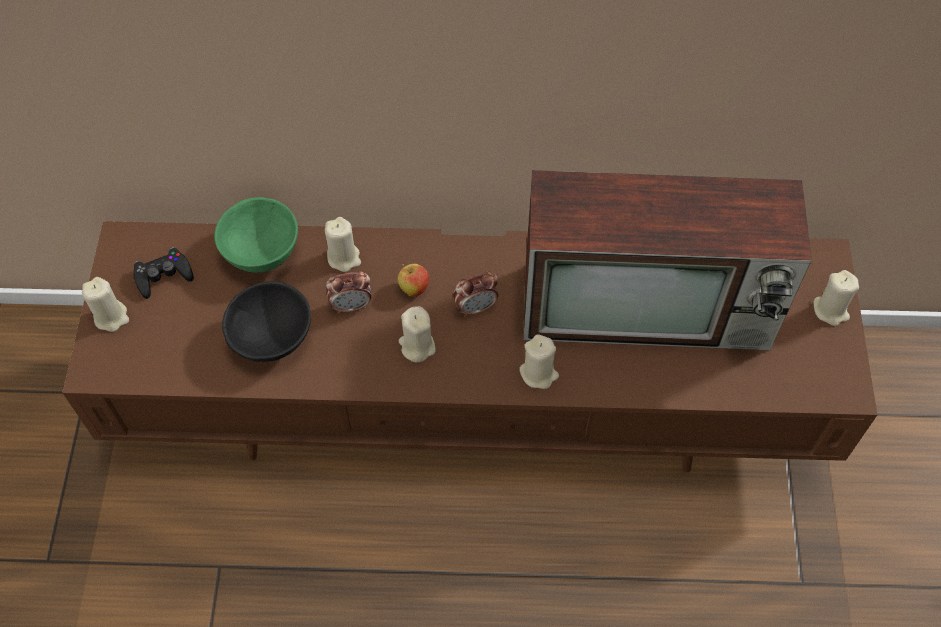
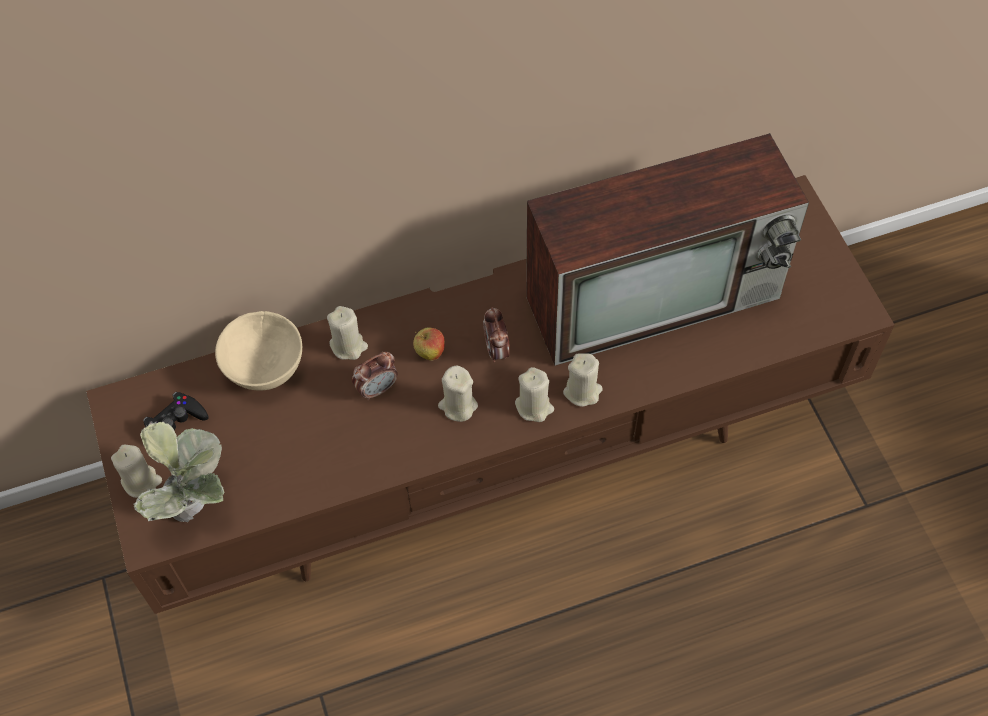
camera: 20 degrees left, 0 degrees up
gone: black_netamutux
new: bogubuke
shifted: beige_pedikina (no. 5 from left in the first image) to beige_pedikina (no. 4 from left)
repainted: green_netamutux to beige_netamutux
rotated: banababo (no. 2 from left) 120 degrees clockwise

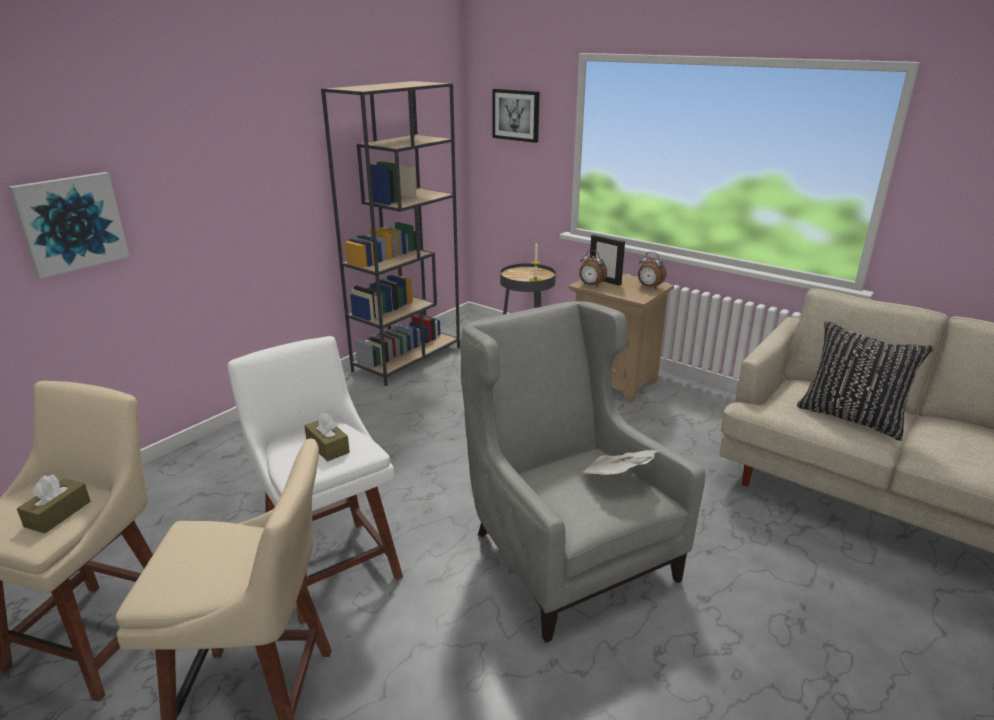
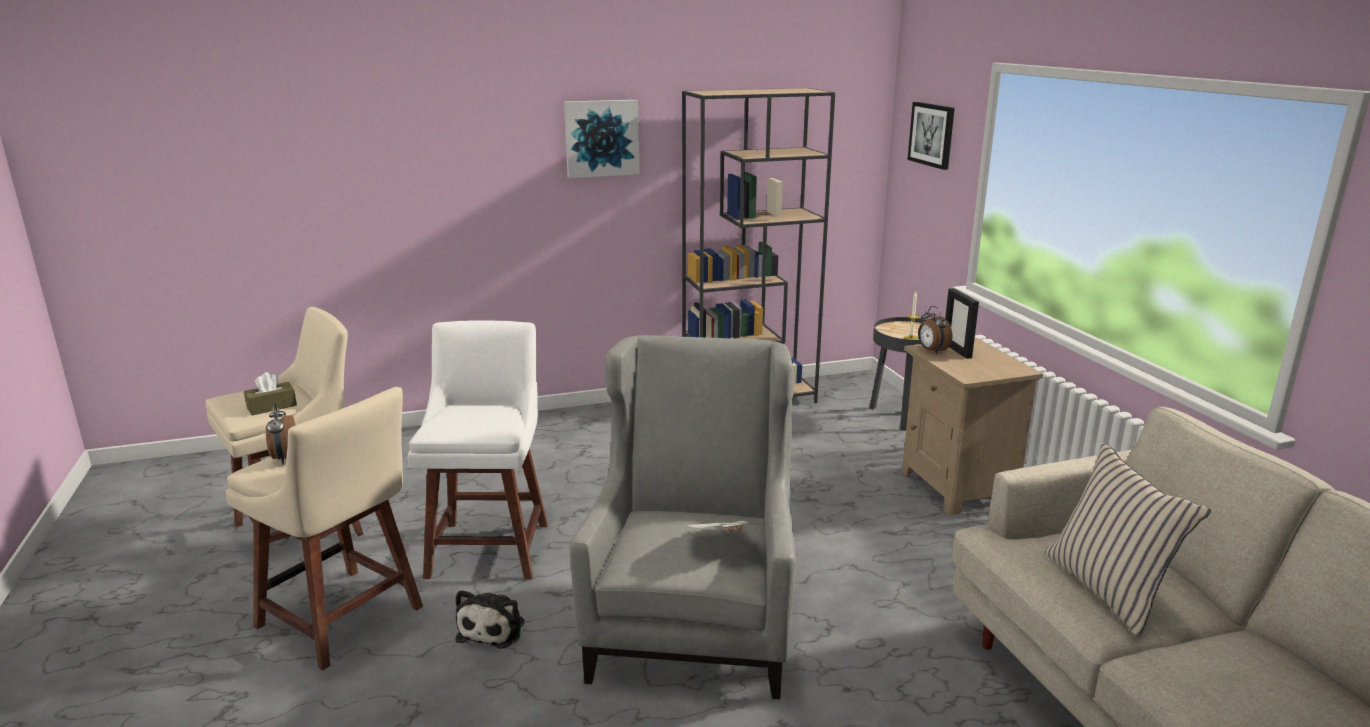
camera: 35 degrees right, 5 degrees down
gone: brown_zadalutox (no. 2 from left)
new: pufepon
shifted: banababo (no. 2 from left in the first image) to banababo (no. 1 from left); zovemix (no. 1 from left)
repainted: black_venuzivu to beige_venuzivu

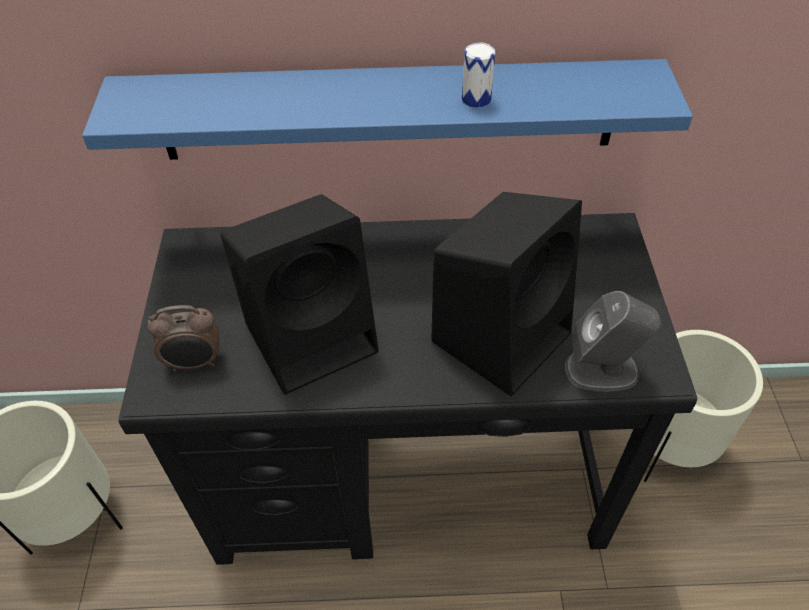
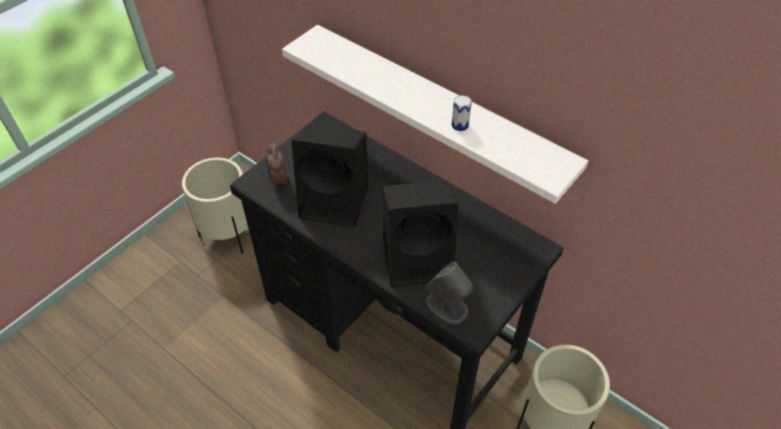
camera: 40 degrees right, 0 degrees up
repainted: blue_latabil to white_latabil
rotated: banababo 45 degrees clockwise

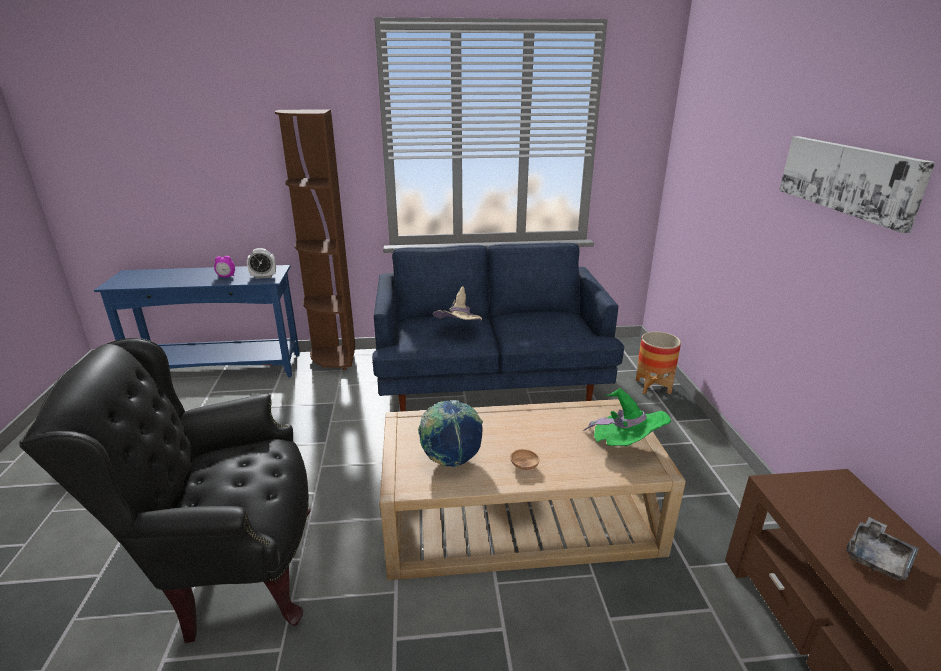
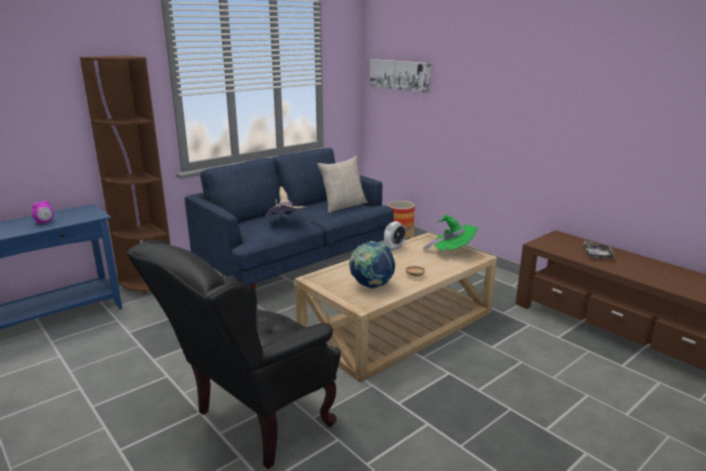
camera: 35 degrees left, 5 degrees down
new: beige_venuzivu
shifted: zovemix; banababo (no. 2 from left)

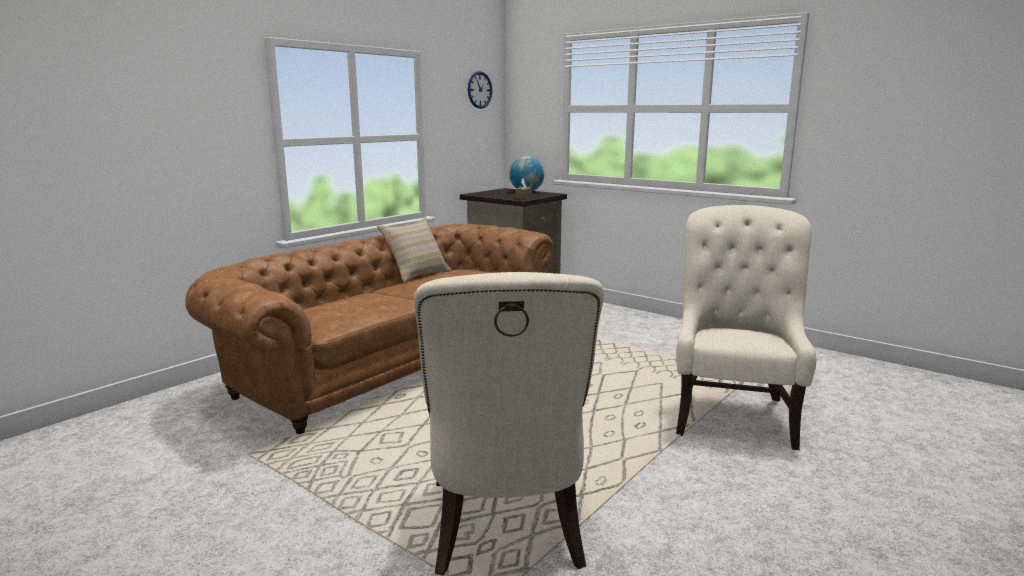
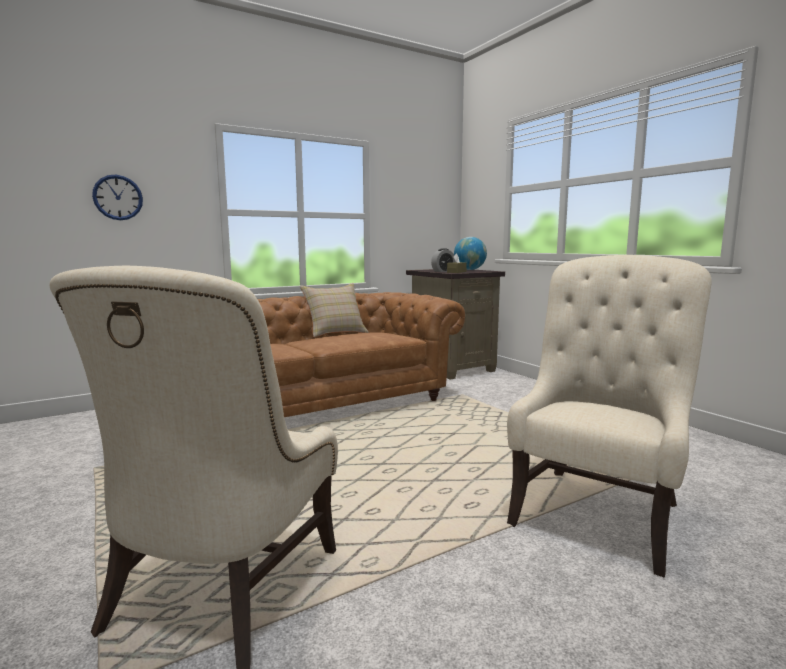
camera: 20 degrees right, 5 degrees down
new: banababo
shifted: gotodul

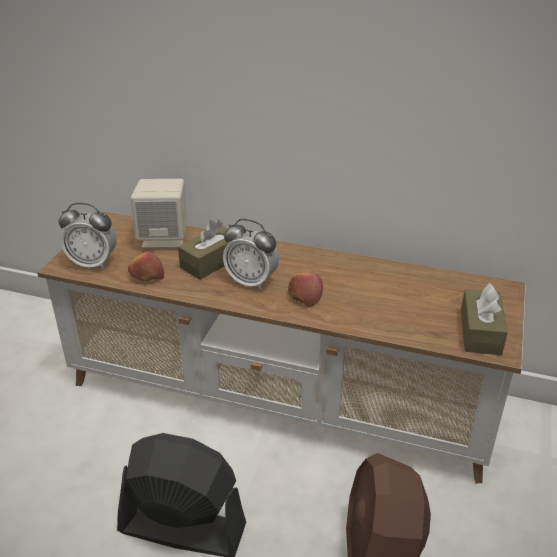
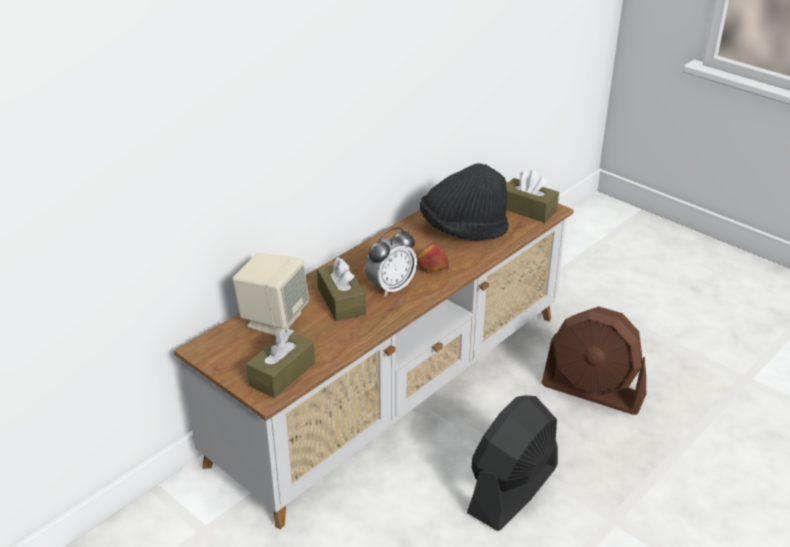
camera: 65 degrees left, 0 degrees up
gone: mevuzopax (no. 1 from left)
new: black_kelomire
swapped: banababo (no. 1 from left) to brown_zadalutox (no. 1 from left)

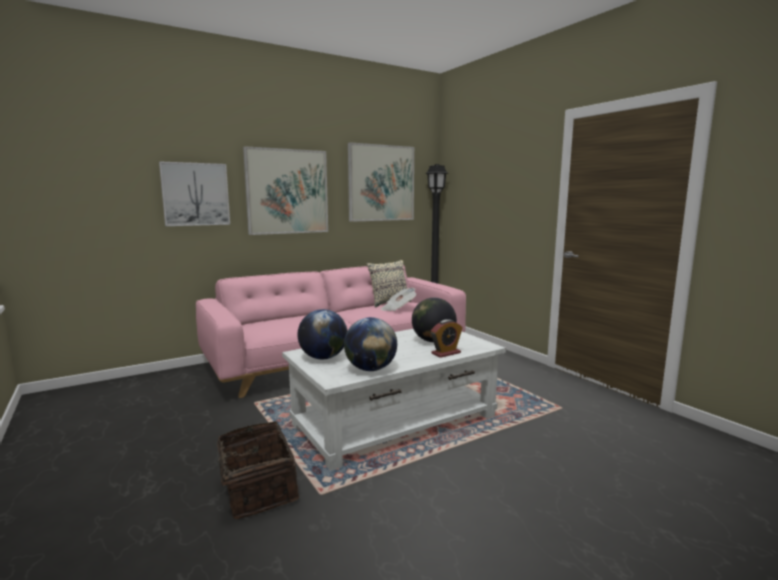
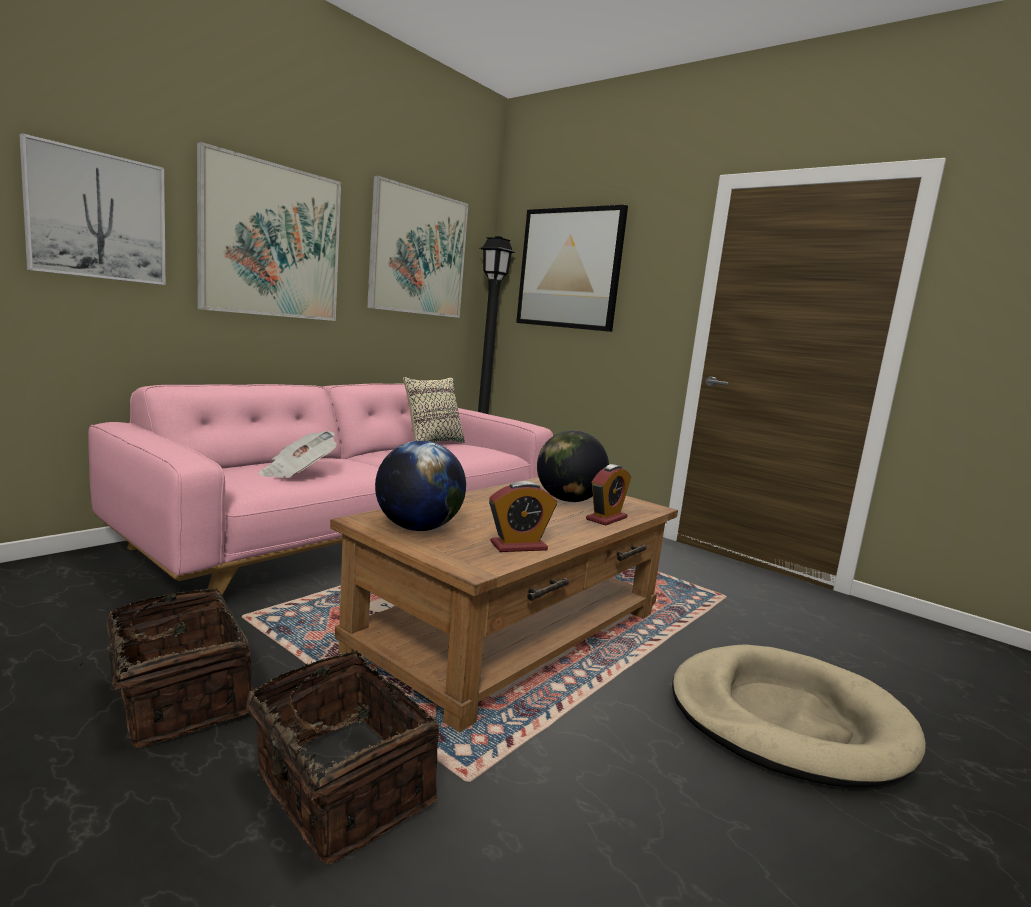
camera: 20 degrees left, 0 degrees up
new: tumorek (no. 1 from left); zovemix (no. 4 from left); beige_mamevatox
shifted: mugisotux
swapped: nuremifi (no. 2 from left) to banababo (no. 1 from left)
repainted: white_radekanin to brown_radekanin

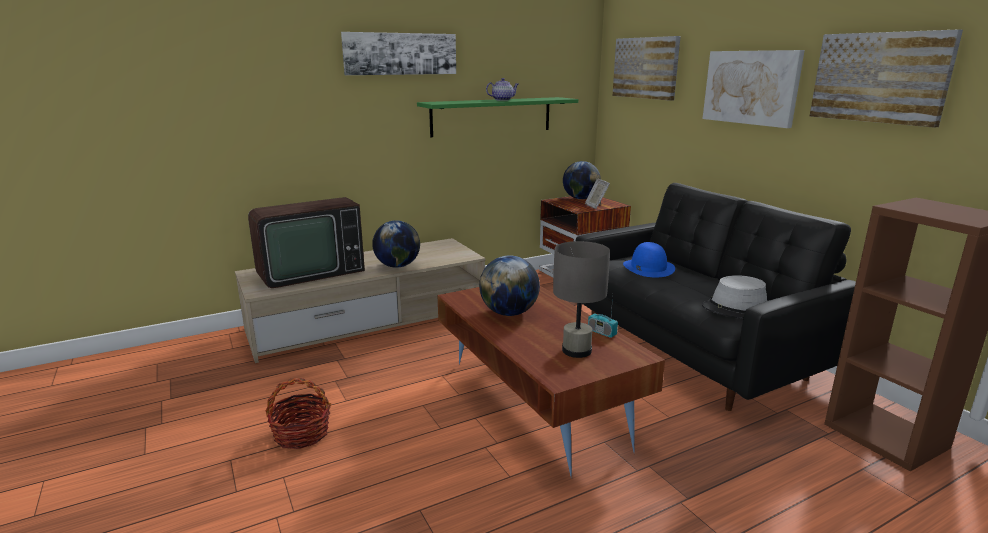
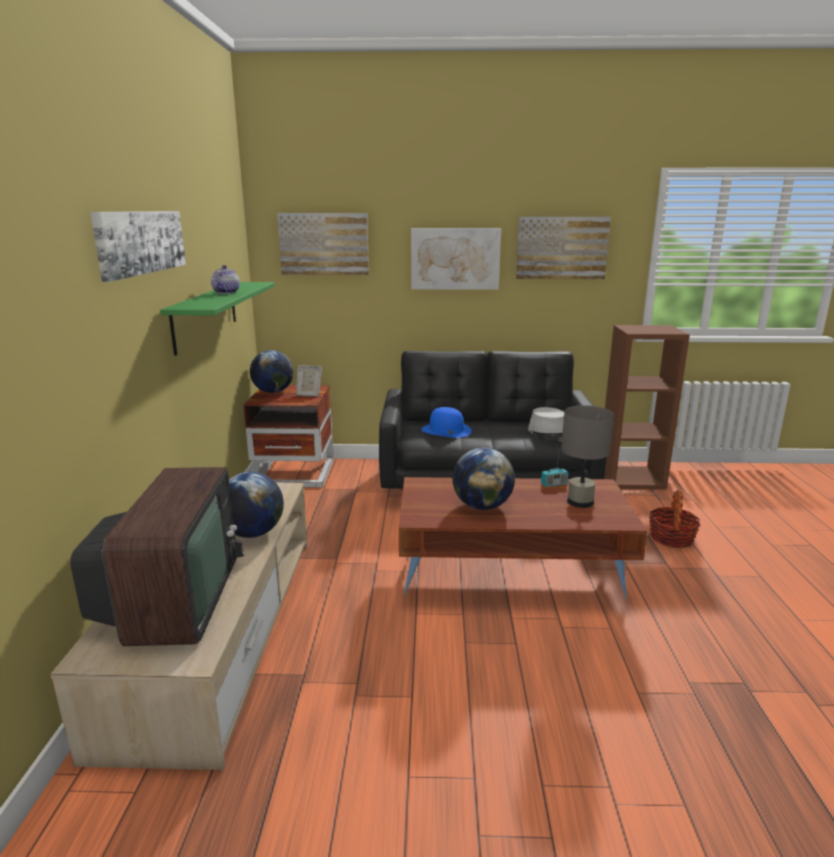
camera: 60 degrees left, 0 degrees up
shifted: tumorek

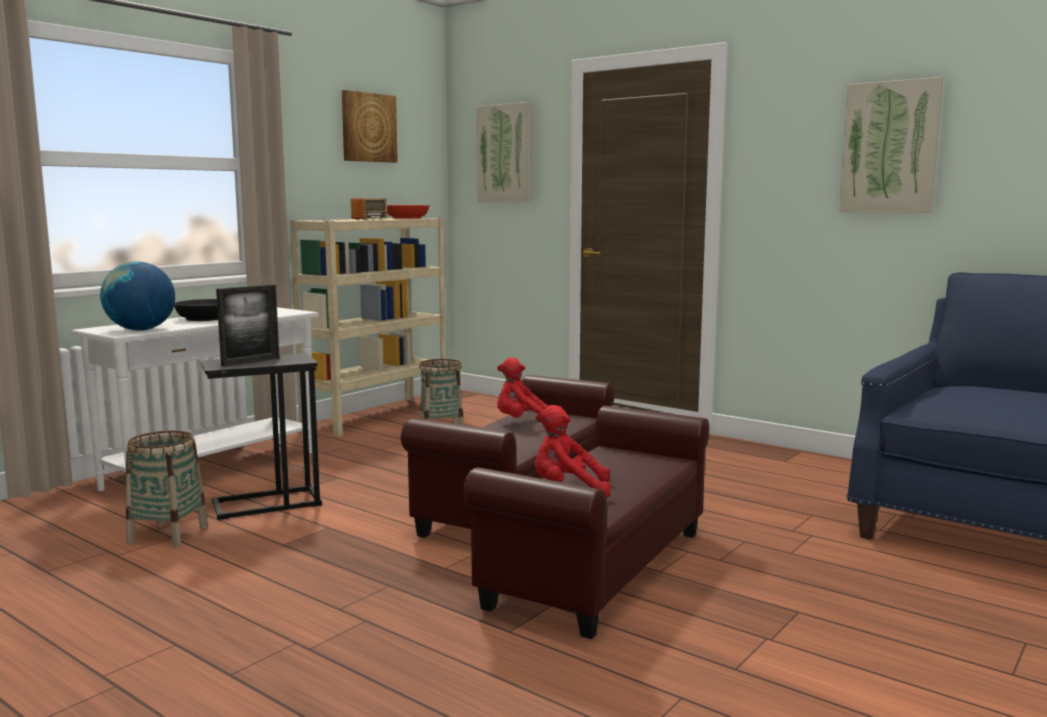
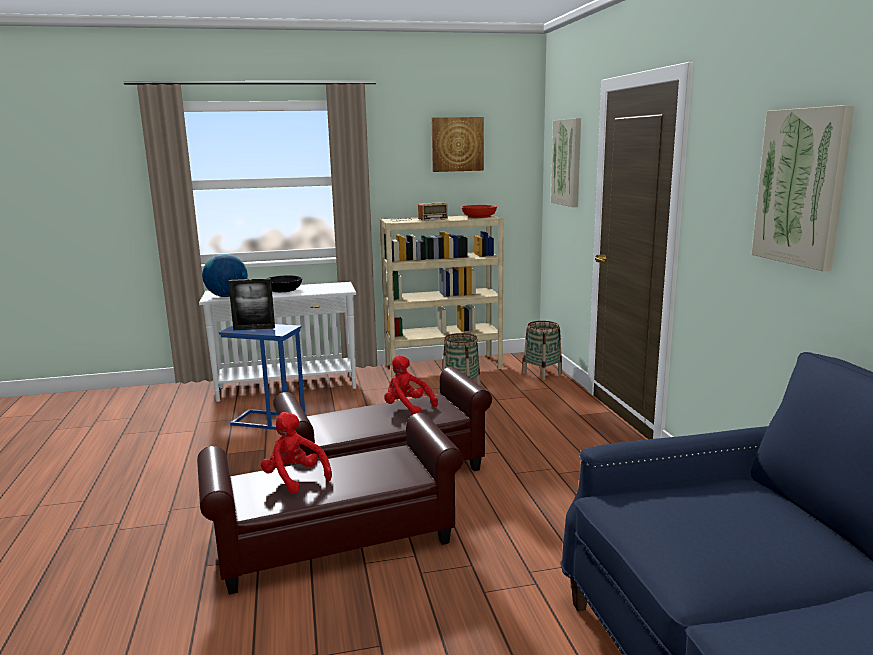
camera: 40 degrees right, 5 degrees up
shifted: tumorek (no. 1 from left in the first image) to tumorek (no. 2 from left)
repainted: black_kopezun to blue_kopezun

